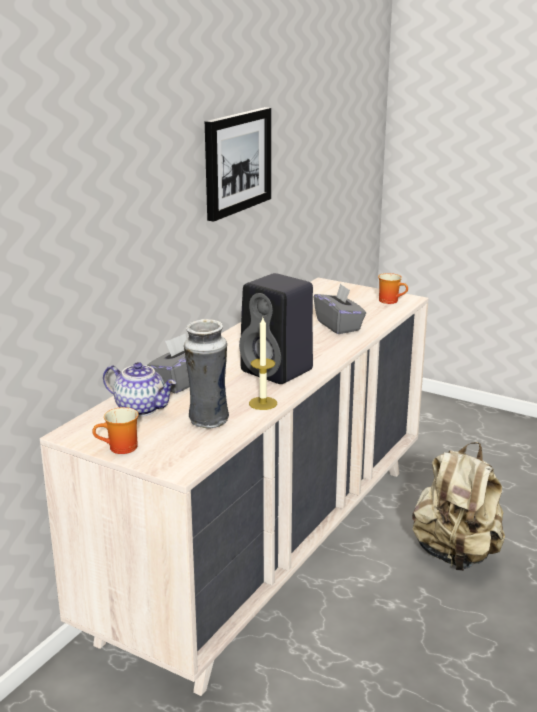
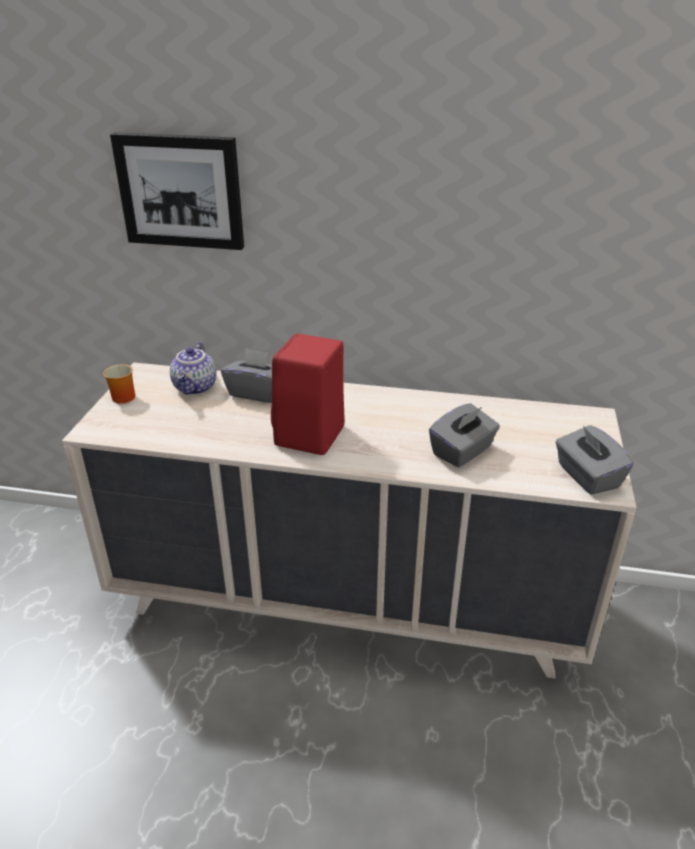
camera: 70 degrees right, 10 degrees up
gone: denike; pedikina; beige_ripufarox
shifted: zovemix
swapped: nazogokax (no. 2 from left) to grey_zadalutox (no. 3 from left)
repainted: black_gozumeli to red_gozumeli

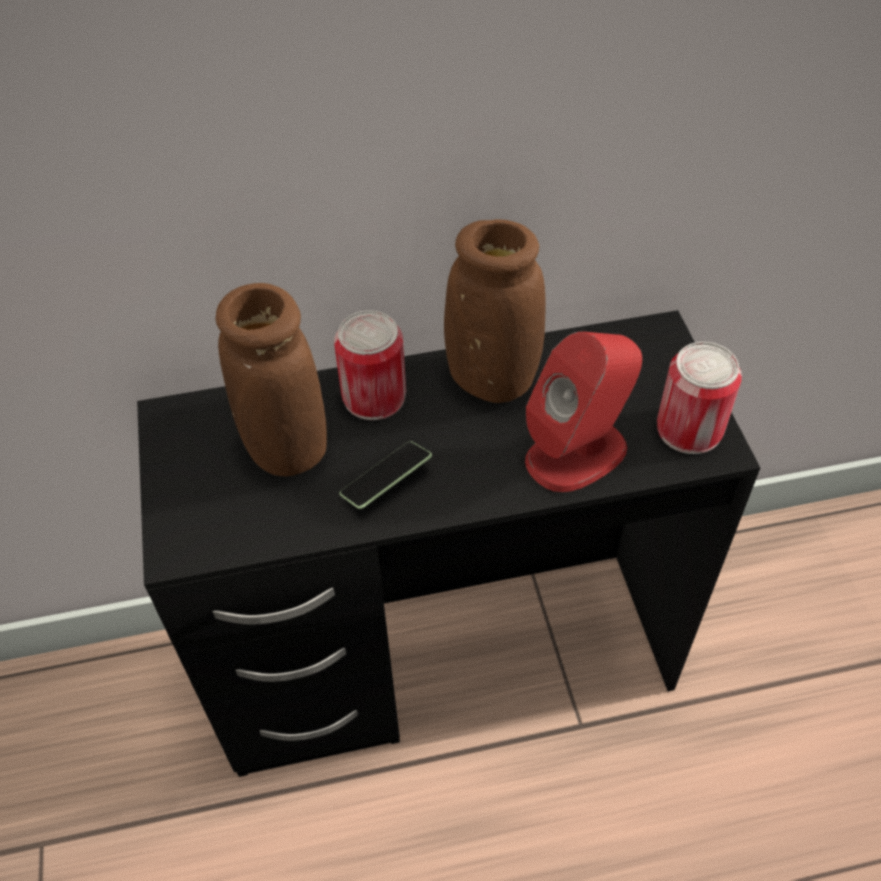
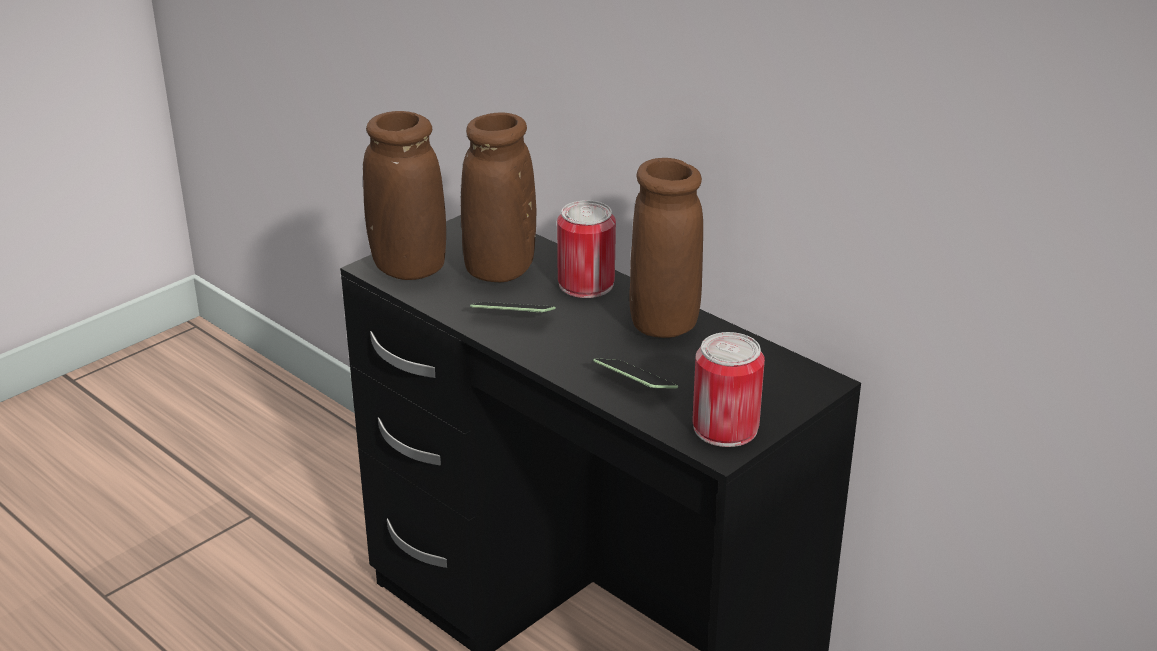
camera: 55 degrees right, 20 degrees down
new: brown_denike (no. 1 from left)
swapped: red_gozumeli to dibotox (no. 2 from left)

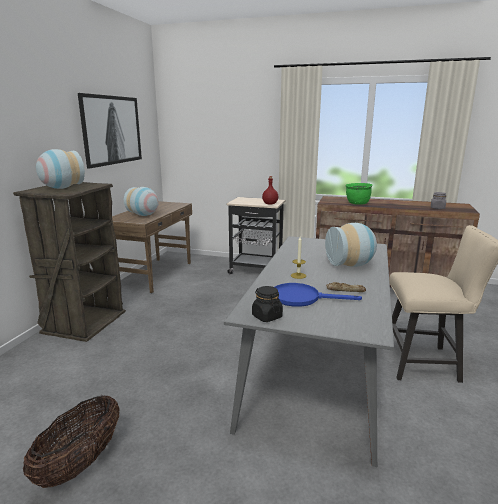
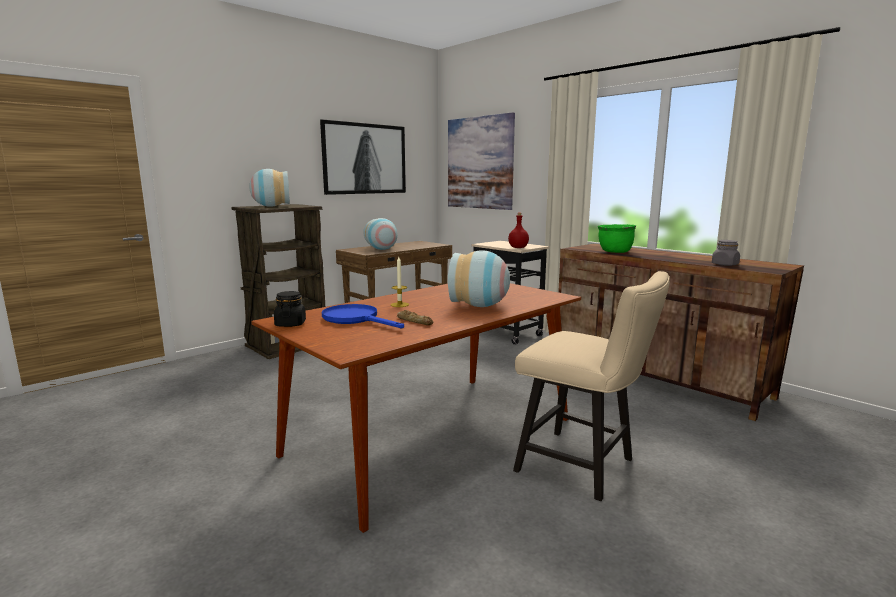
camera: 30 degrees right, 5 degrees down
gone: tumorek
new: zovemix (no. 2 from left)
repainted: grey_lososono to brown_lososono

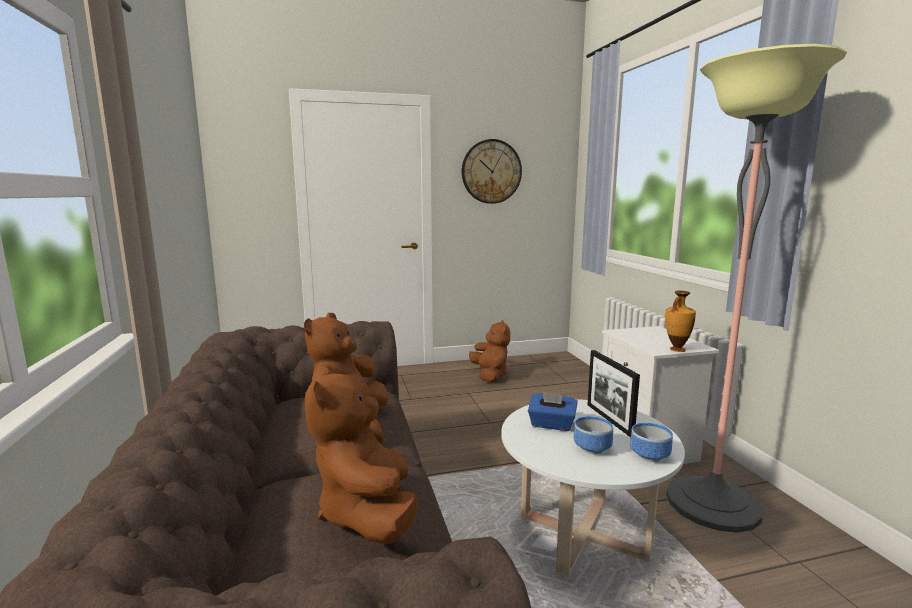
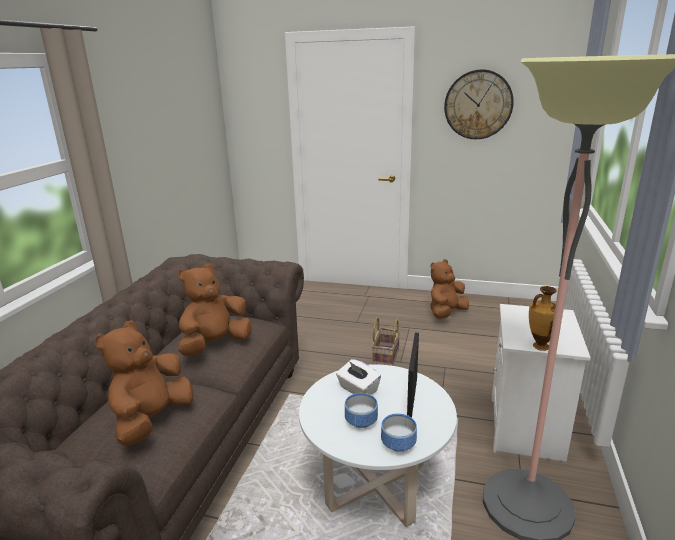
camera: 30 degrees right, 10 degrees up
new: tumorek
repainted: blue_zadalutox to white_zadalutox
rotated: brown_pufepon (no. 3 from left) 150 degrees counterclockwise

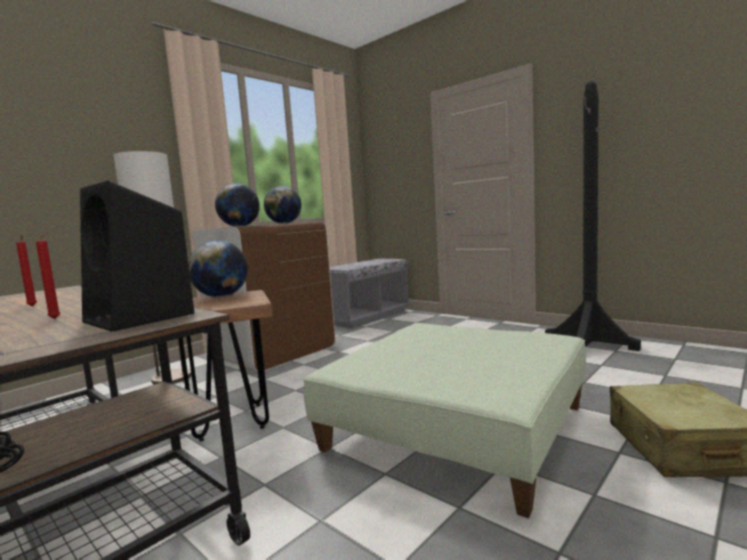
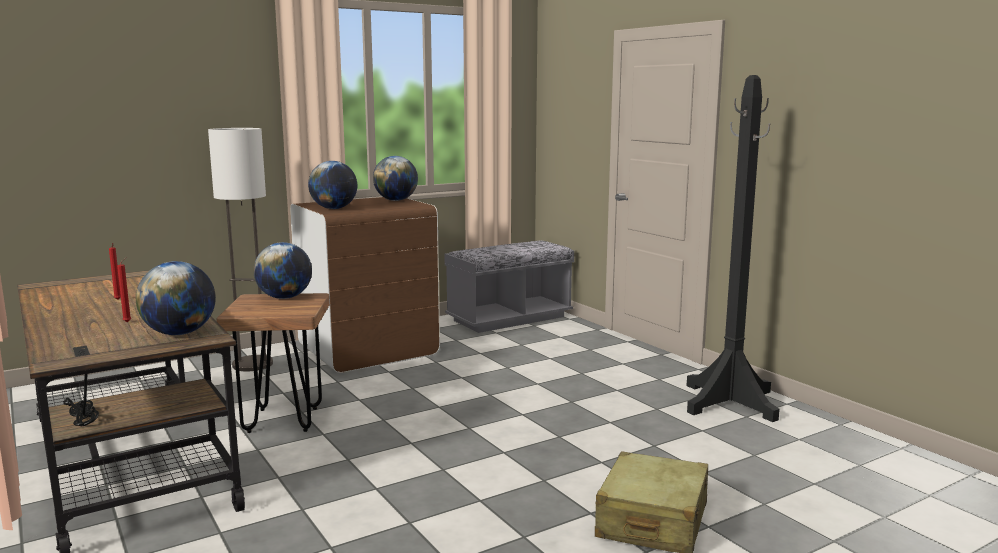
camera: 15 degrees right, 5 degrees up
gone: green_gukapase
swapped: black_gozumeli to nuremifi (no. 1 from left)

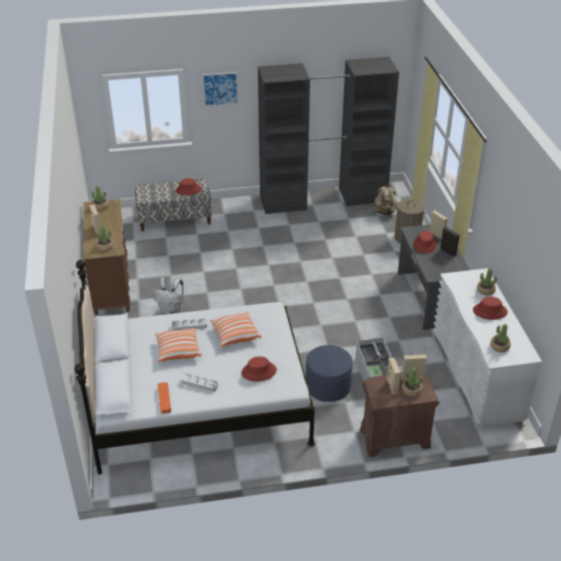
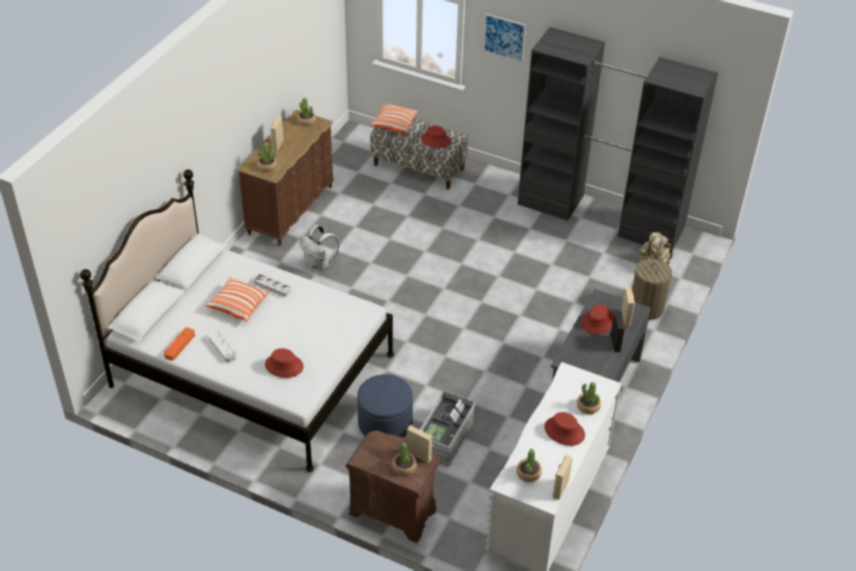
camera: 35 degrees right, 5 degrees up
shifted: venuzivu (no. 2 from left); beige_gozumeli (no. 2 from left in the first image) to beige_gozumeli (no. 3 from left)

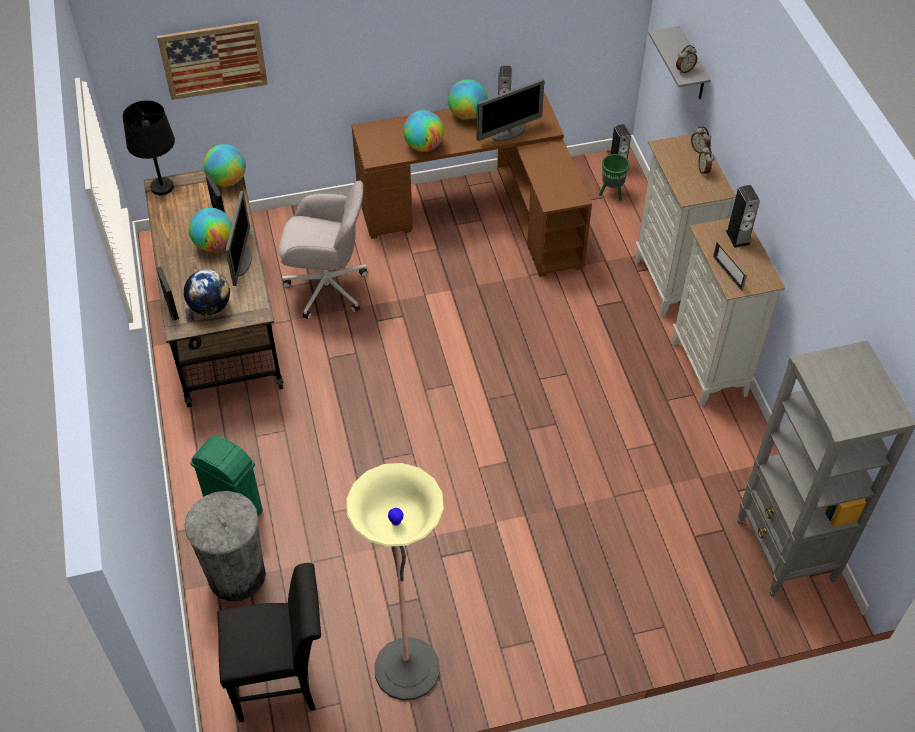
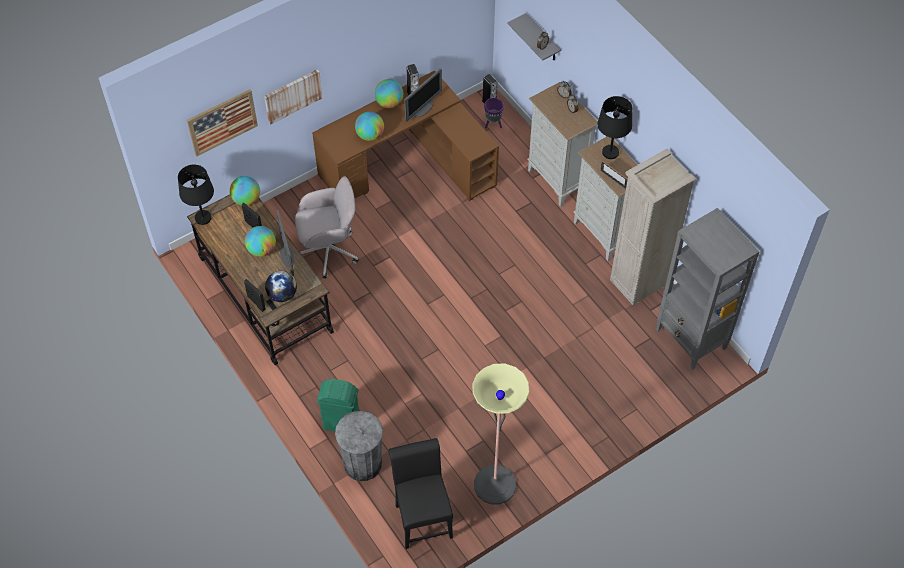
camera: 20 degrees left, 5 degrees up
new: zovemix (no. 2 from left); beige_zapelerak
swapped: gozumeli (no. 3 from left) to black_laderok (no. 2 from left)
repainted: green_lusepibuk to purple_lusepibuk
rotated: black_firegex 75 degrees counterclockwise

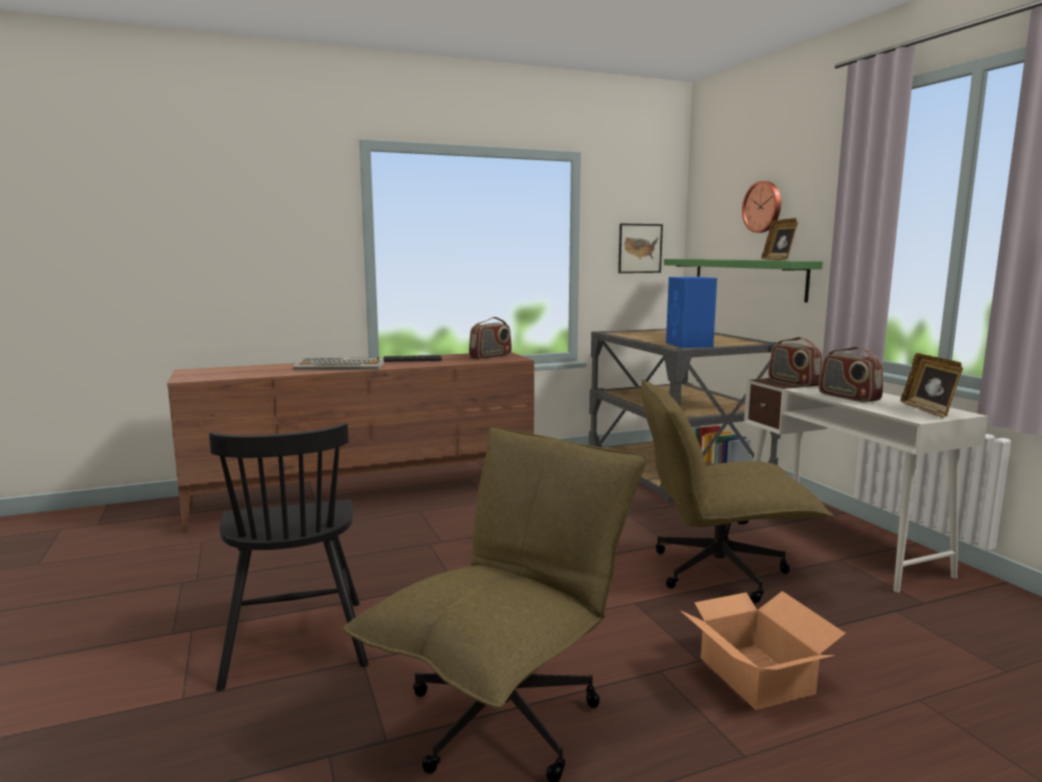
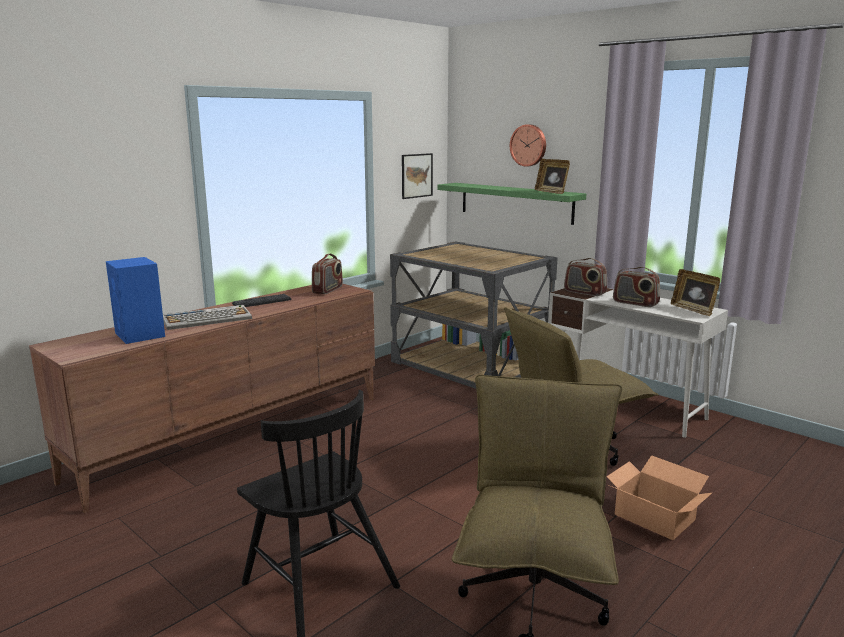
camera: 25 degrees left, 5 degrees up
shifted: blue_gozumeli

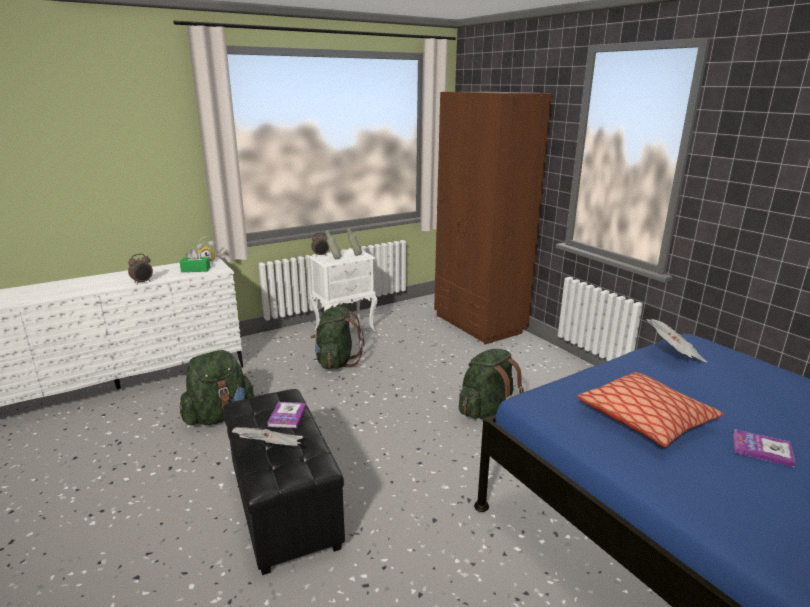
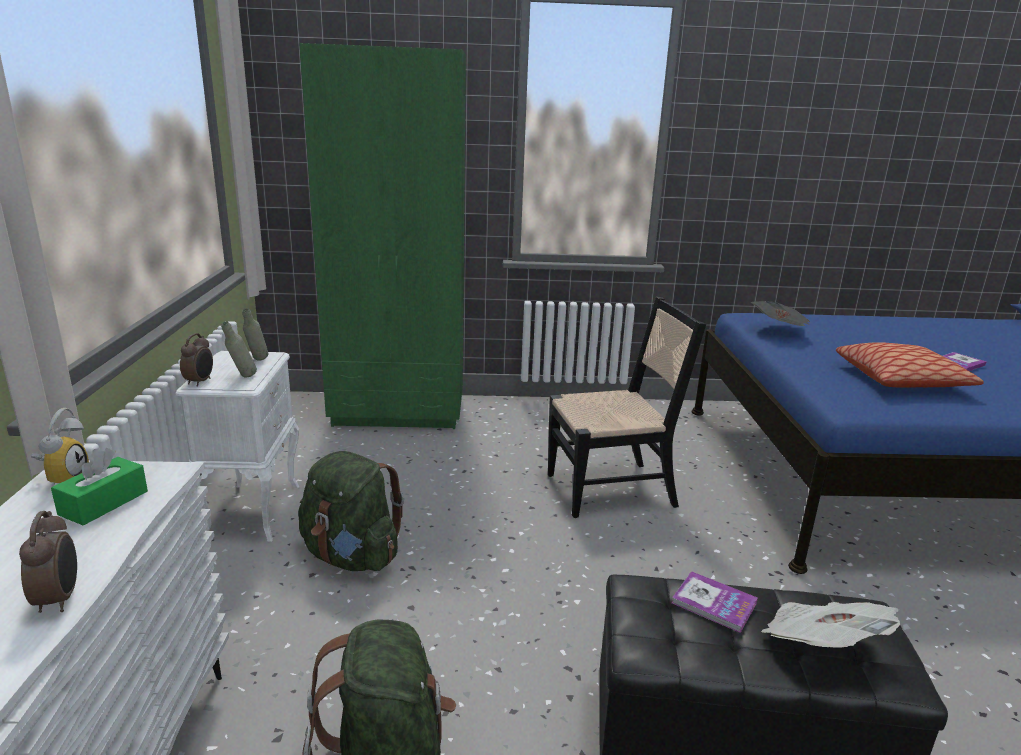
camera: 60 degrees left, 0 degrees up
swapped: green_ripufarox (no. 3 from left) to firegex
repainted: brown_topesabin to green_topesabin

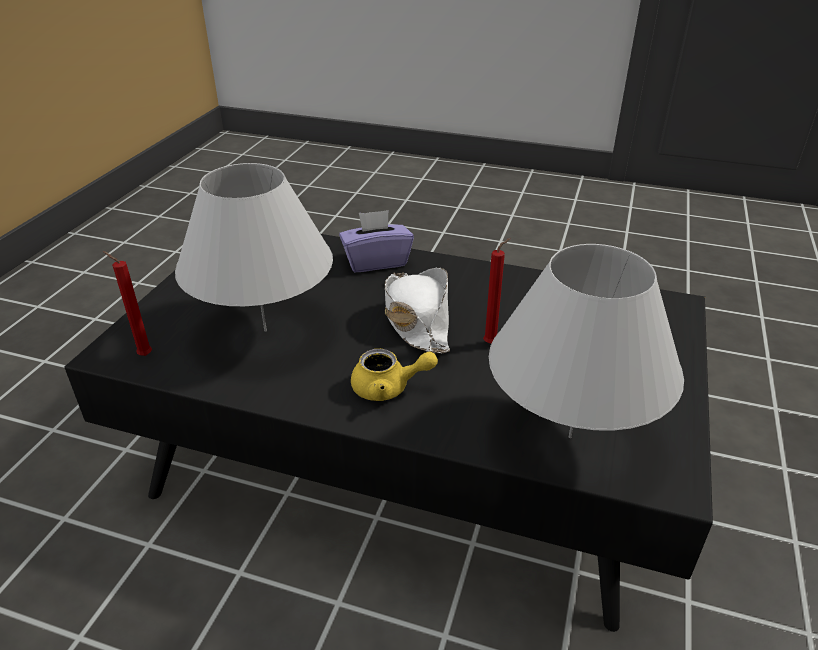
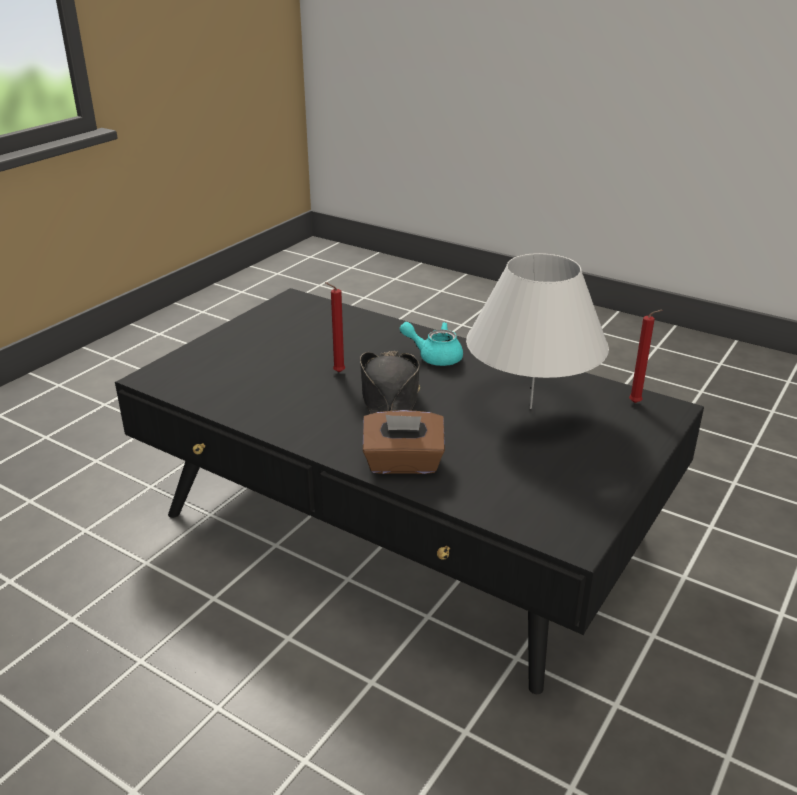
camera: 165 degrees left, 5 degrees down
gone: white_laderok (no. 2 from left)
repainted: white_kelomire to black_kelomire; purple_zadalutox to brown_zadalutox; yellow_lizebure to turquoise_lizebure

